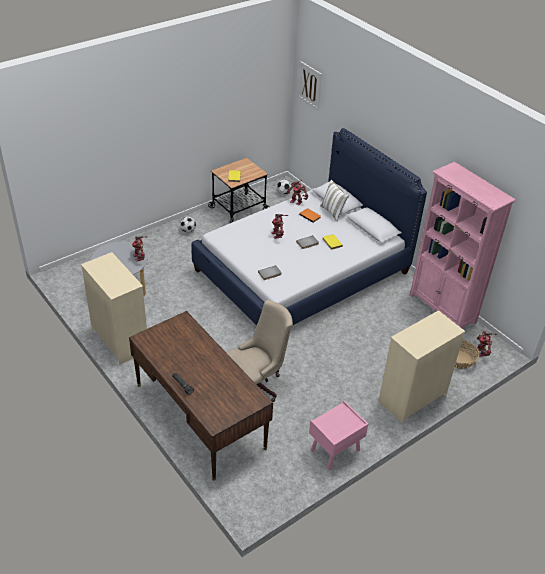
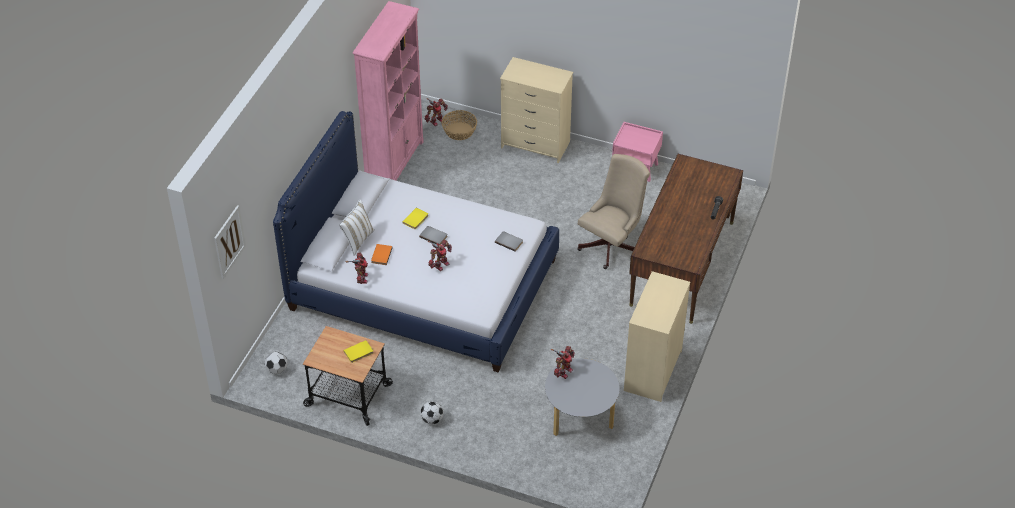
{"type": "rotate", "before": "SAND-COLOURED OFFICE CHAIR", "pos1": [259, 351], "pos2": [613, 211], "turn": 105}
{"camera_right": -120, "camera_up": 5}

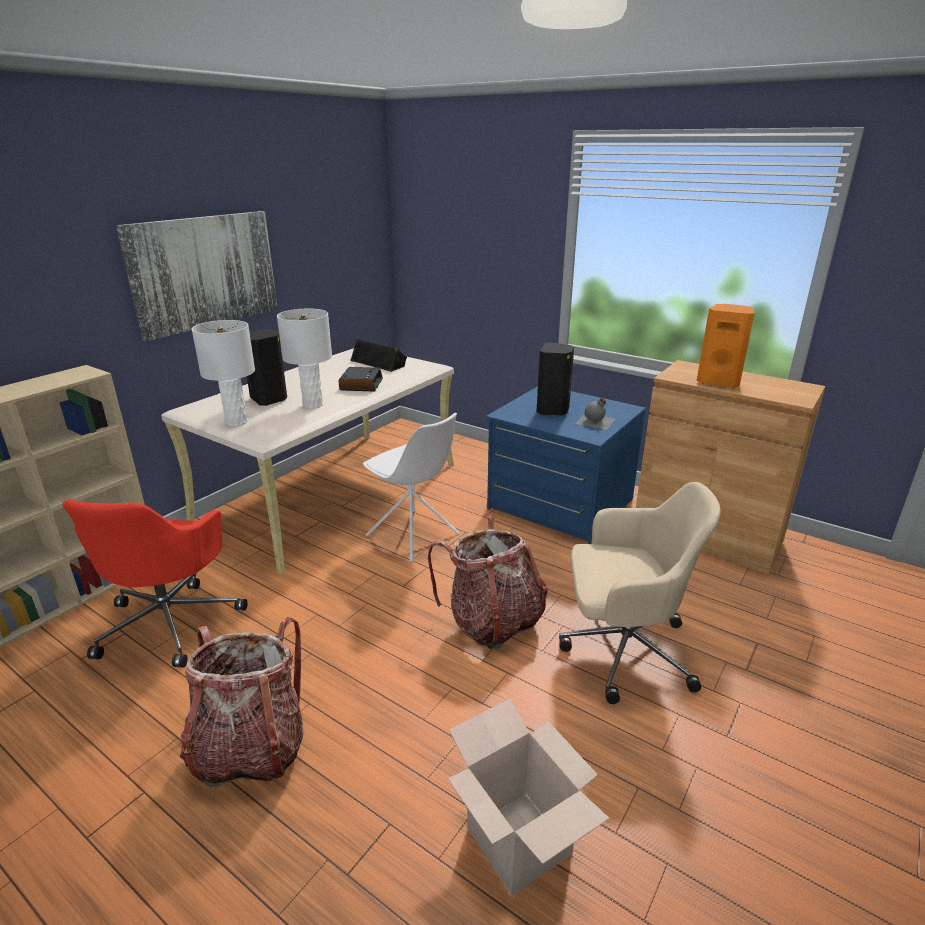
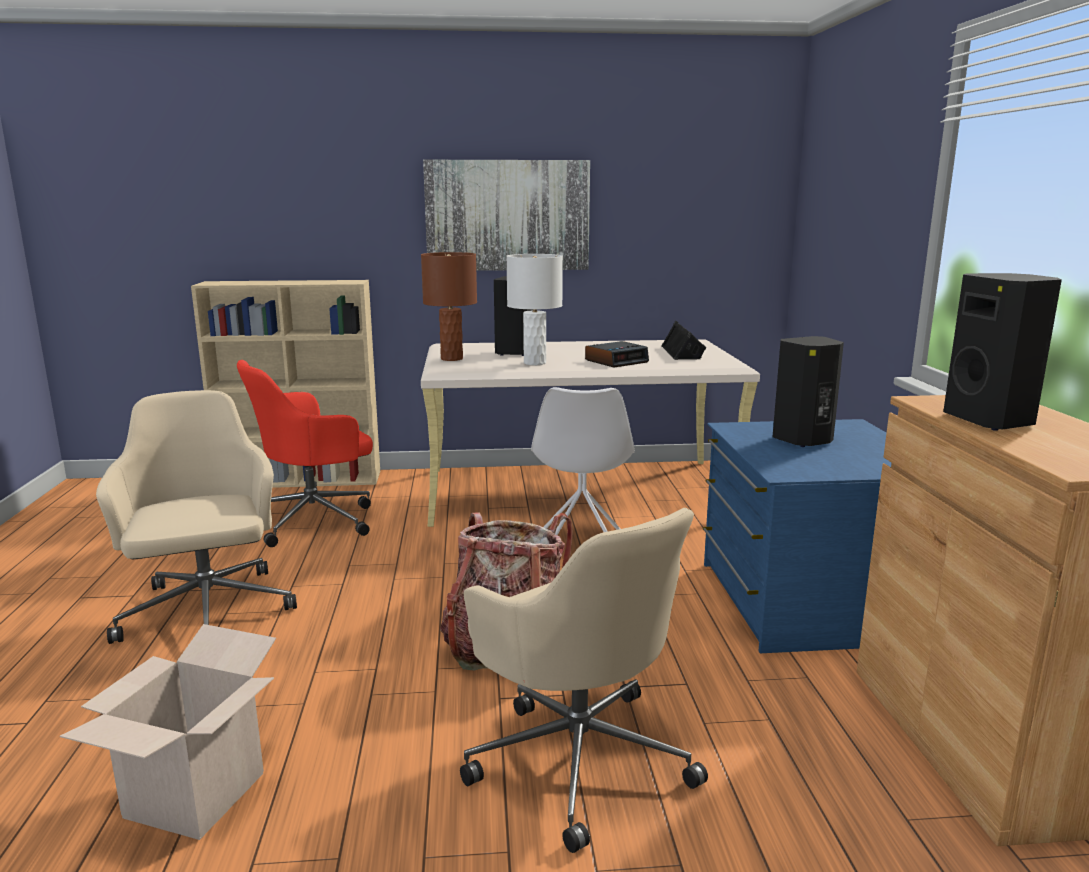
{"type": "replace", "before": "BACKPACK", "after": "SAND-COLOURED OFFICE CHAIR", "pos1": [241, 702], "pos2": [196, 517]}
{"type": "recolor", "before": "WHITE-COLOURED TABLETOP LAMP", "after": "BROWN TABLETOP LAMP", "pos1": [223, 373], "pos2": [449, 306]}
{"type": "recolor", "before": "ORANGEY LOUDSPEAKER", "after": "BLACKISH LOUDSPEAKER", "pos1": [726, 346], "pos2": [1002, 352]}
{"type": "delete", "before": "GREY BOTTLE", "pos1": [595, 414]}
{"camera_right": 50, "camera_up": -10}

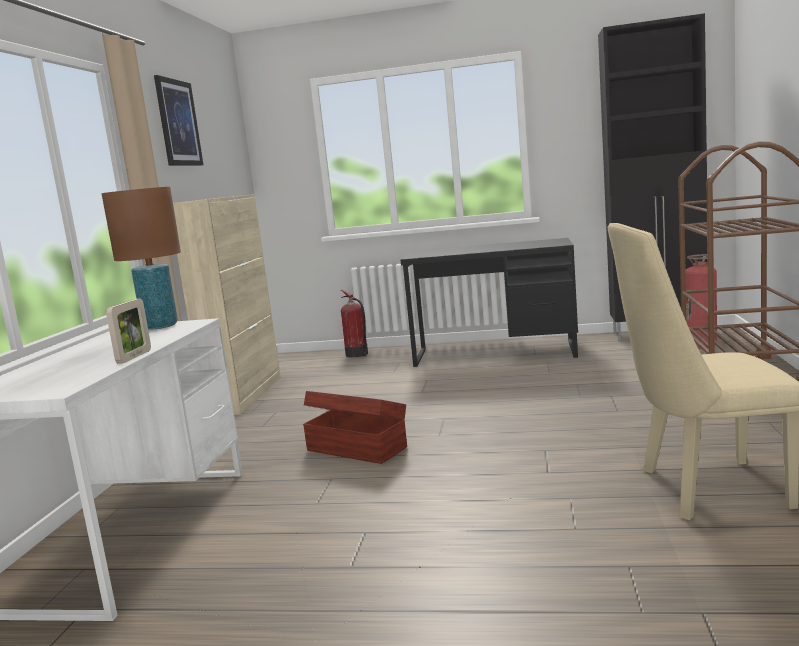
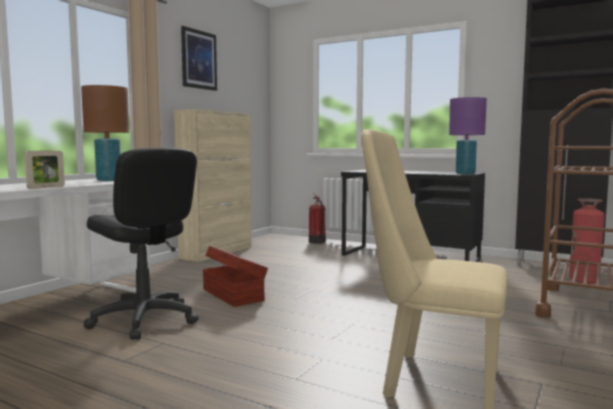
{"type": "insert", "after": "BLACKISH OFFICE CHAIR", "pos2": [141, 244]}
{"type": "insert", "after": "PURPLISH TABLETOP LAMP", "pos2": [468, 135]}
{"camera_right": 20, "camera_up": -5}

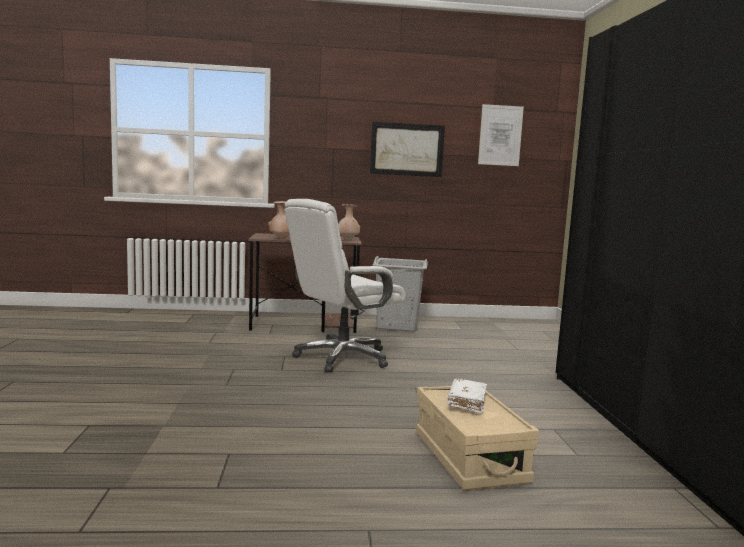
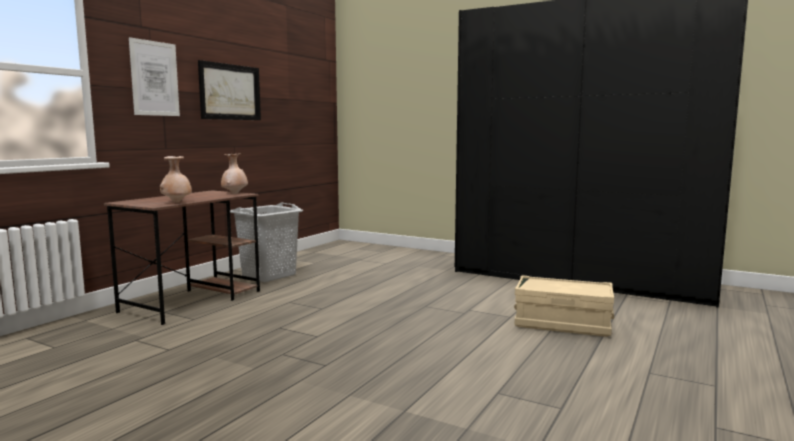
{"type": "move", "before": "WALL ART", "pos1": [501, 135], "pos2": [154, 76]}
{"type": "delete", "before": "WHITE-COLOURED OFFICE CHAIR", "pos1": [345, 286]}
{"type": "delete", "before": "WHITE-COLOURED BOOK", "pos1": [467, 396]}
{"camera_right": -55, "camera_up": 0}

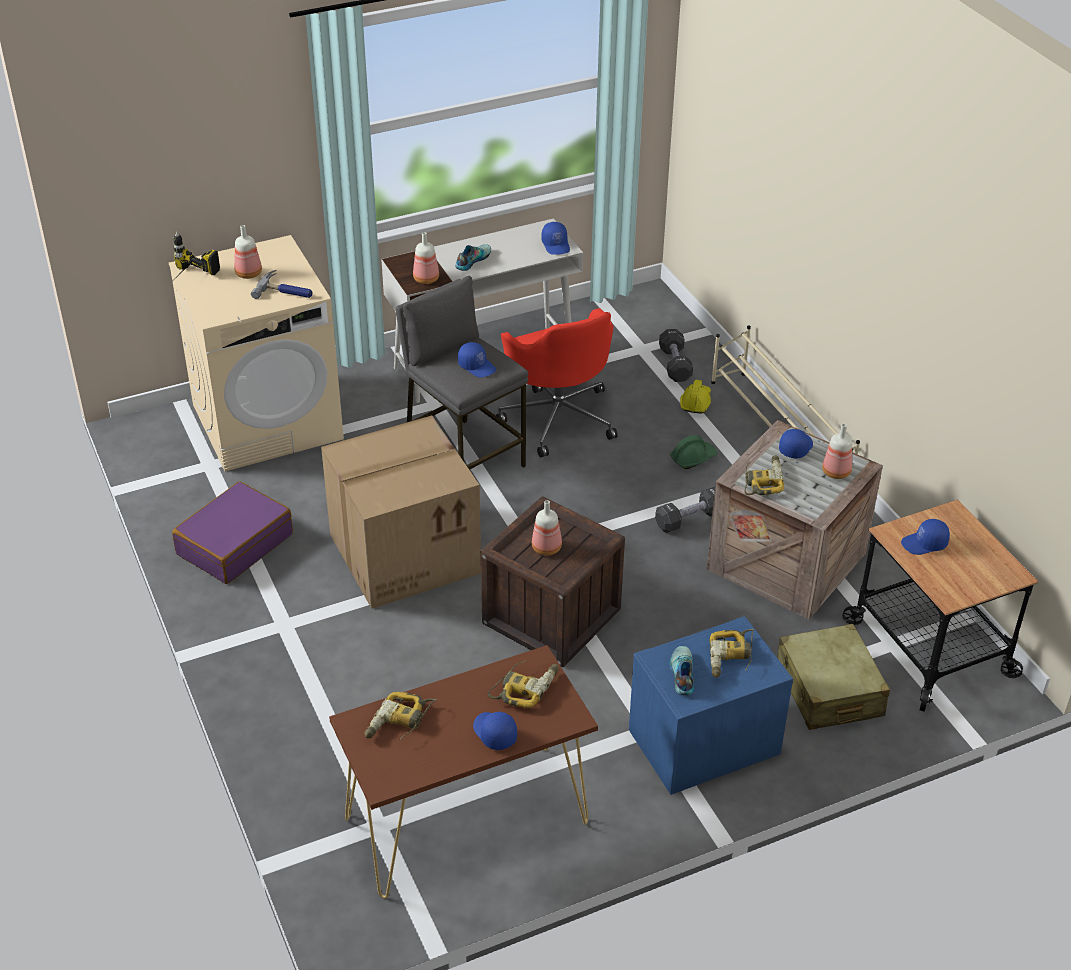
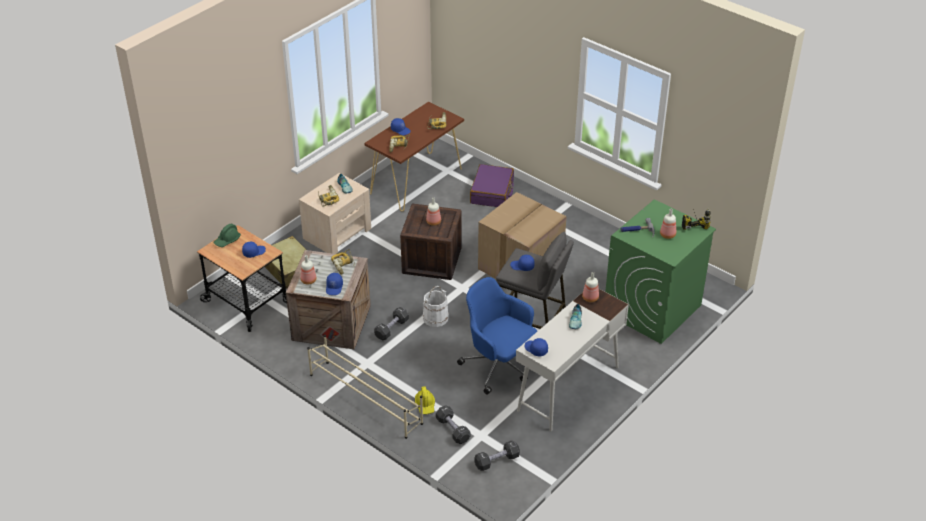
{"type": "move", "before": "GREEN WORK HELMET", "pos1": [694, 452], "pos2": [227, 235]}
{"type": "recolor", "before": "BLUISH NIGHTSTAND", "after": "SAND-COLOURED NIGHTSTAND", "pos1": [711, 706], "pos2": [335, 213]}
{"type": "insert", "after": "WHITE-COLOURED PAIL", "pos2": [436, 306]}
{"type": "recolor", "before": "RED-COLOURED OFFICE CHAIR", "after": "BLUISH OFFICE CHAIR", "pos1": [557, 383], "pos2": [497, 336]}
{"type": "move", "before": "PURPLISH TRAVEL CASE", "pos1": [232, 532], "pos2": [492, 185]}
{"type": "insert", "after": "BLACKISH HAND WEIGHT", "pos2": [497, 456]}
{"type": "recolor", "before": "SAND-COLOURED WASHING MACHINE", "after": "GREEN WASHING MACHINE", "pos1": [256, 353], "pos2": [660, 271]}
{"camera_right": 155, "camera_up": 0}

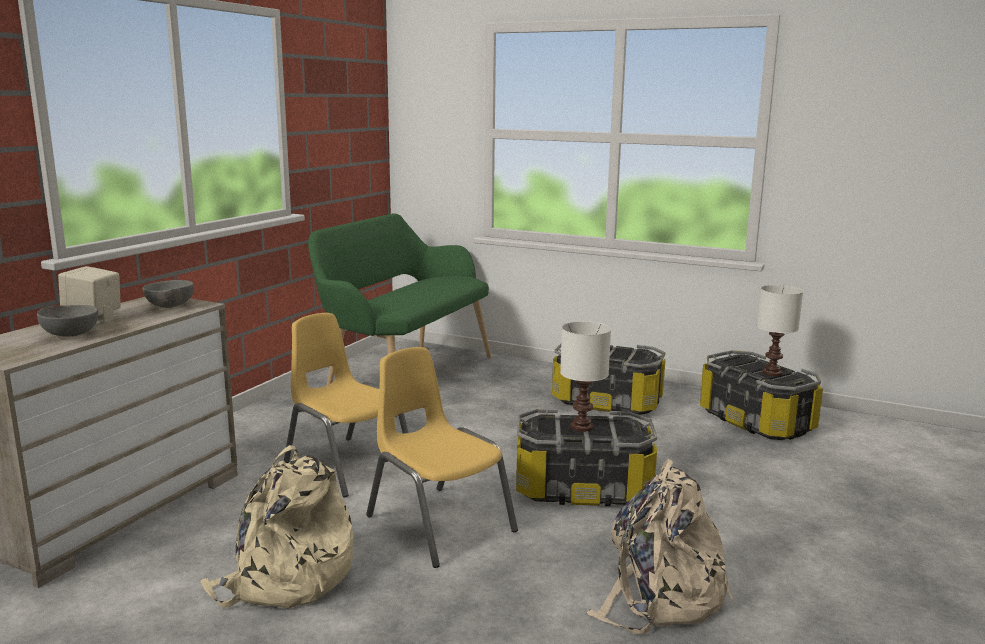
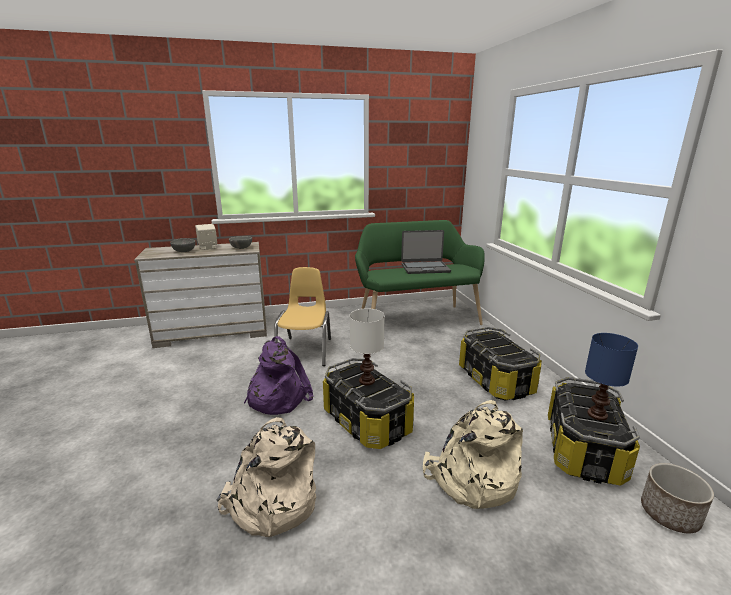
{"type": "replace", "before": "YELLOW PLAIN CHAIR", "after": "PURPLISH BACKPACK", "pos1": [442, 457], "pos2": [278, 375]}
{"type": "insert", "after": "LAPTOP", "pos2": [426, 252]}
{"type": "move", "before": "SAND-COLOURED BACKPACK", "pos1": [276, 527], "pos2": [473, 454]}
{"type": "recolor", "before": "WHITE-COLOURED TABLETOP LAMP", "after": "BLUISH TABLETOP LAMP", "pos1": [780, 330], "pos2": [611, 377]}
{"type": "insert", "after": "PLANT POT", "pos2": [677, 498]}
{"camera_right": 50, "camera_up": 5}

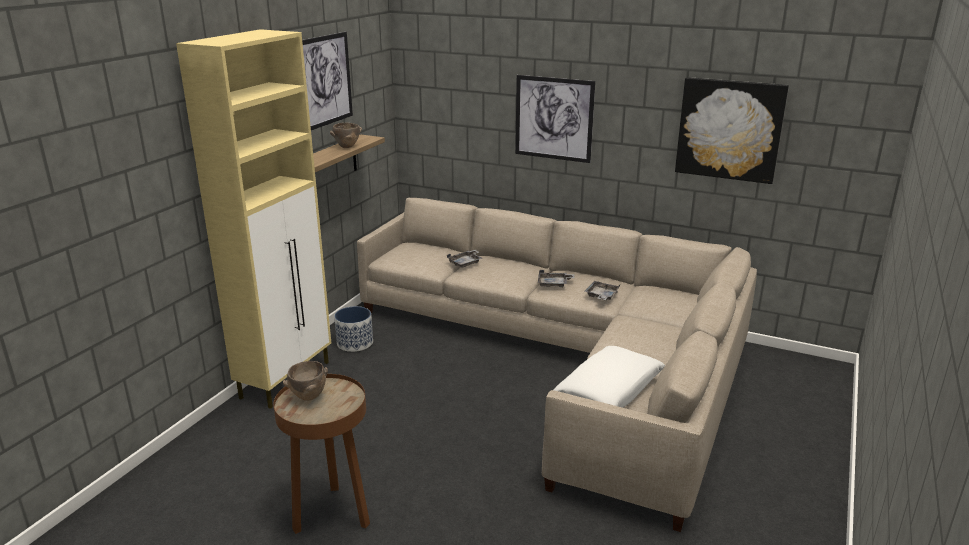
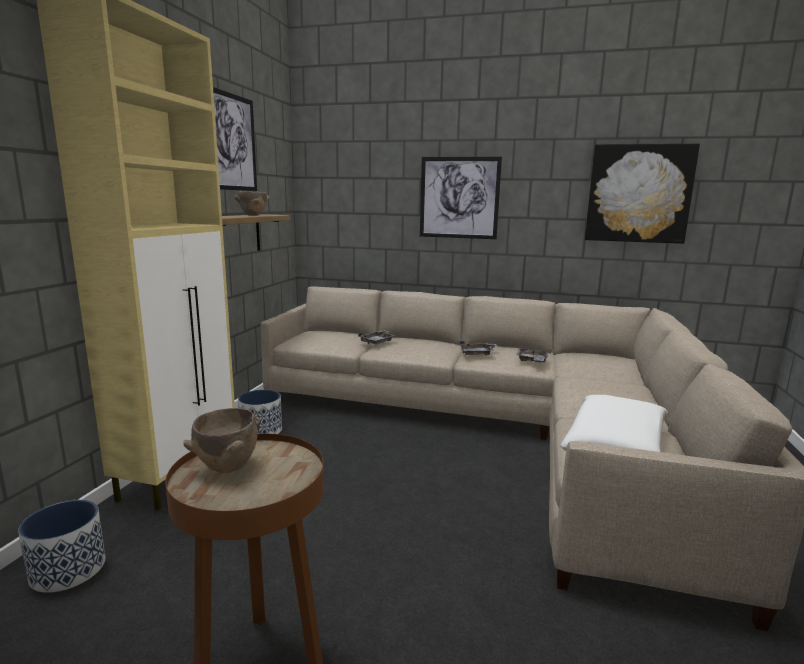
{"type": "insert", "after": "PLANT POT", "pos2": [62, 546]}
{"camera_right": -10, "camera_up": -10}

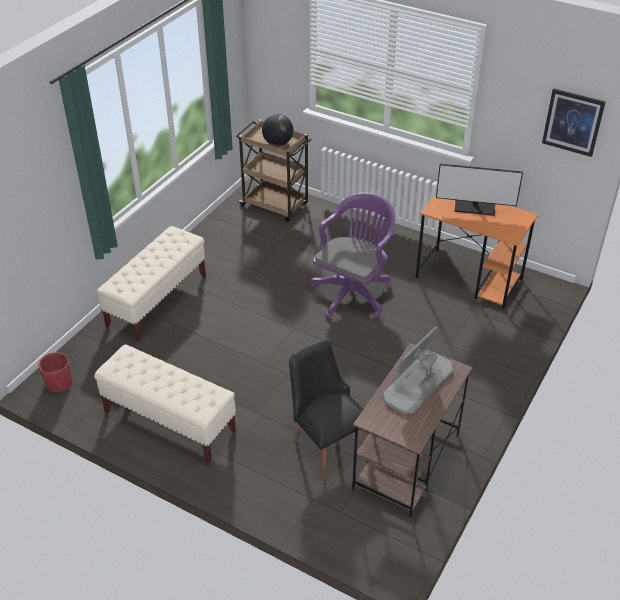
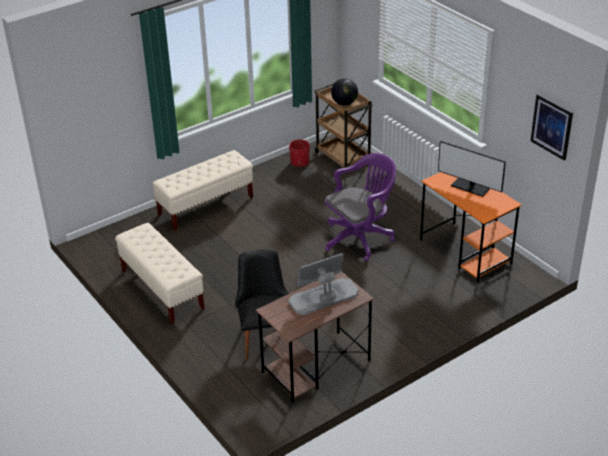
{"type": "move", "before": "RED-COLOURED PLANT POT", "pos1": [55, 372], "pos2": [299, 153]}
{"camera_right": 25, "camera_up": -5}

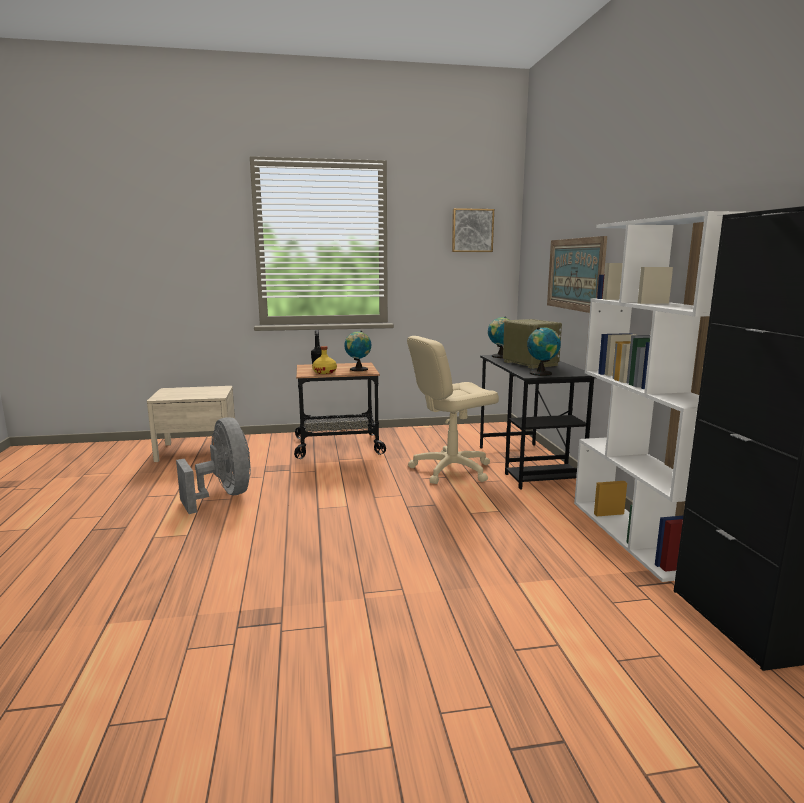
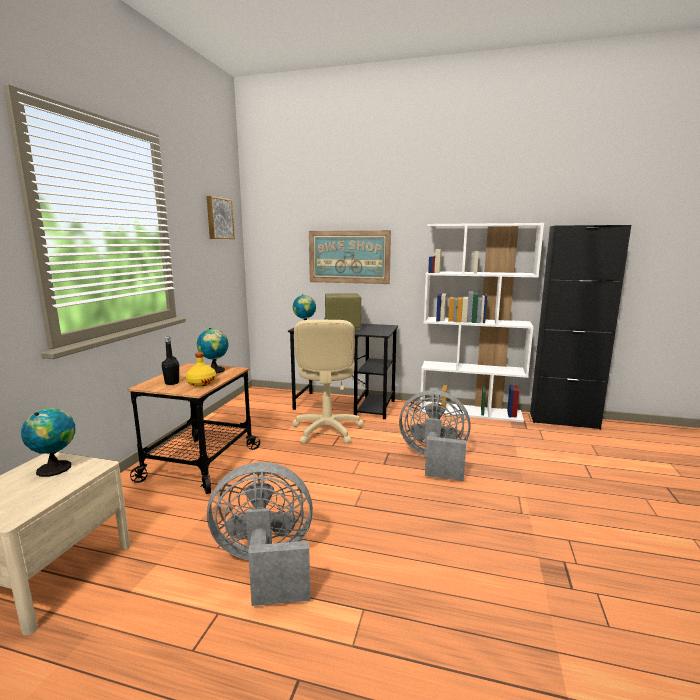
{"type": "move", "before": "DESK GLOBE", "pos1": [544, 351], "pos2": [48, 442]}
{"type": "insert", "after": "GREY FAN", "pos2": [435, 435]}
{"camera_right": -65, "camera_up": 0}

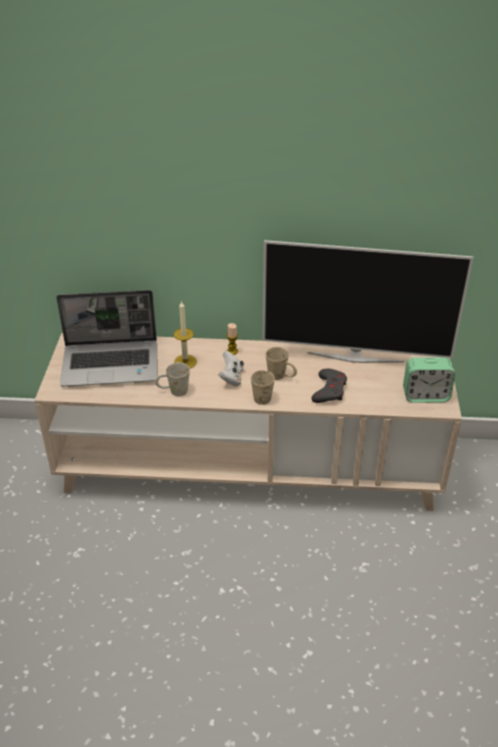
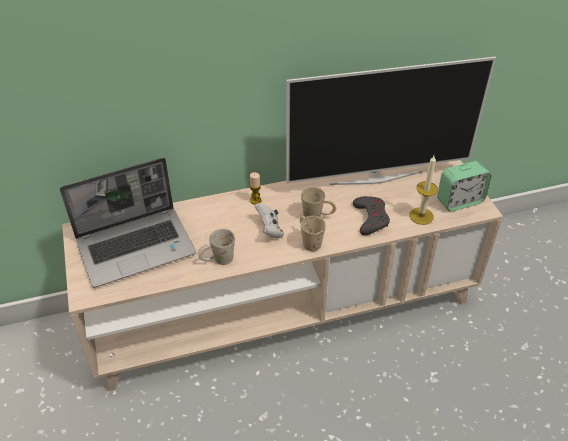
{"type": "move", "before": "CANDLE", "pos1": [185, 334], "pos2": [423, 190]}
{"camera_right": -20, "camera_up": 5}

